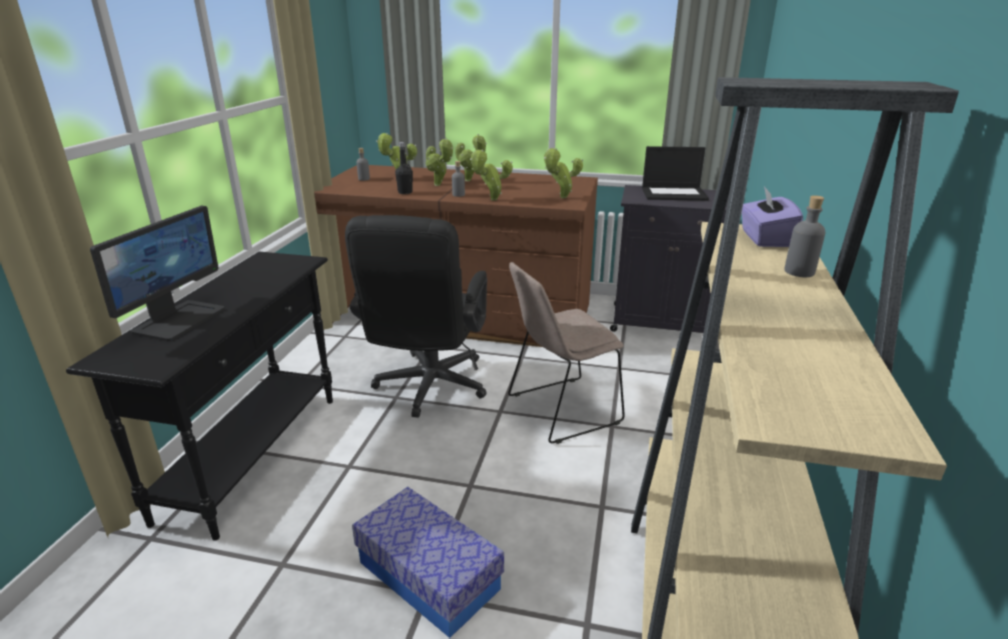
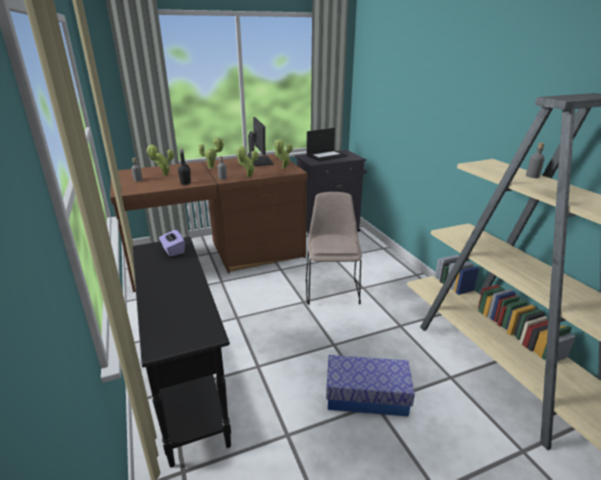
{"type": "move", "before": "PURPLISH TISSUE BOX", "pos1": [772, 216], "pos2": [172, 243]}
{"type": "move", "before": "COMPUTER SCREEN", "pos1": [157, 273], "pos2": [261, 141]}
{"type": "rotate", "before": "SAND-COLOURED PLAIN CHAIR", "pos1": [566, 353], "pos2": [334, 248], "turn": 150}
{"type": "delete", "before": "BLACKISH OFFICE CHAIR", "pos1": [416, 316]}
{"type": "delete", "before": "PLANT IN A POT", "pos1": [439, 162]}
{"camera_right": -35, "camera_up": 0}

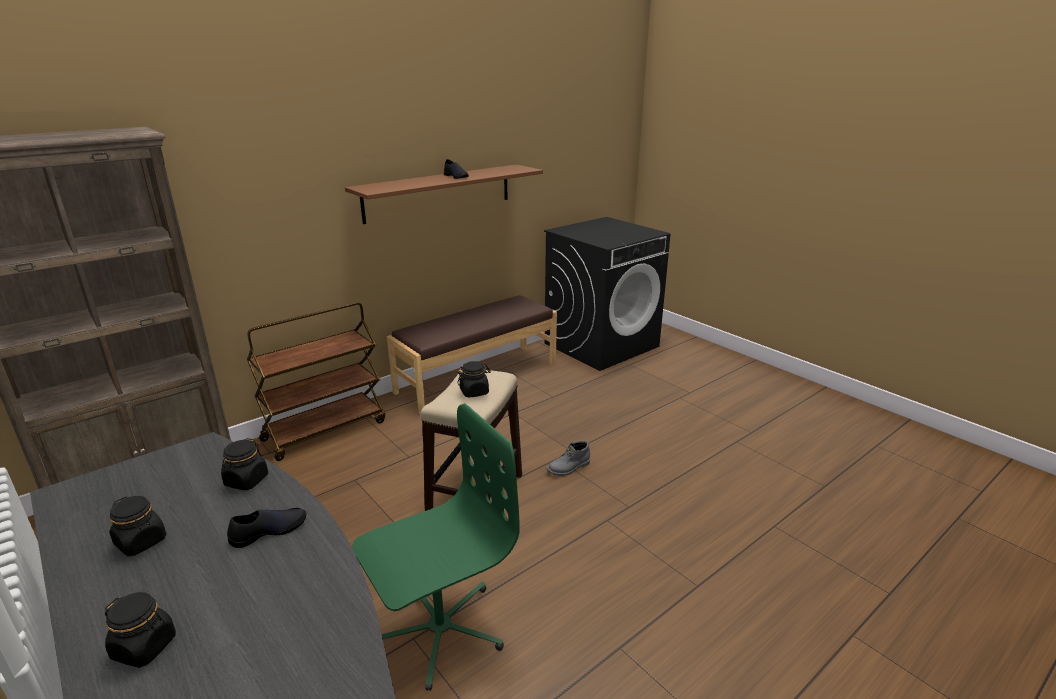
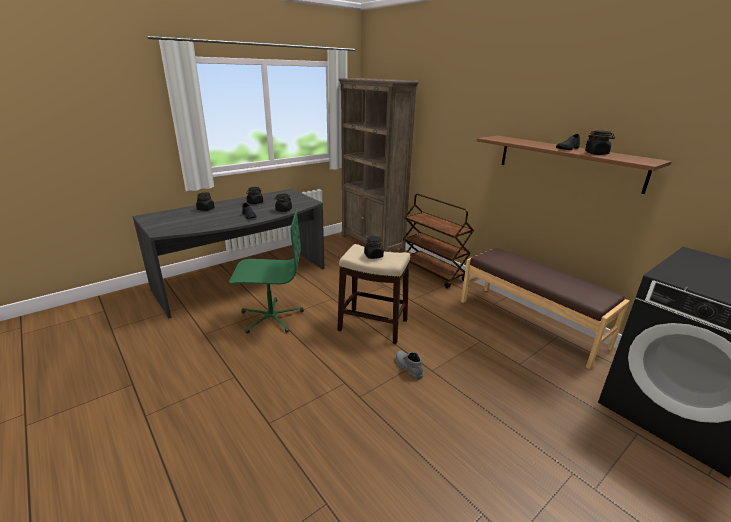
{"type": "rotate", "before": "GREEN OFFICE CHAIR", "pos1": [436, 547], "pos2": [266, 271], "turn": -60}
{"type": "insert", "after": "BLACKISH STORAGE JAR", "pos2": [600, 142]}
{"camera_right": 90, "camera_up": 0}

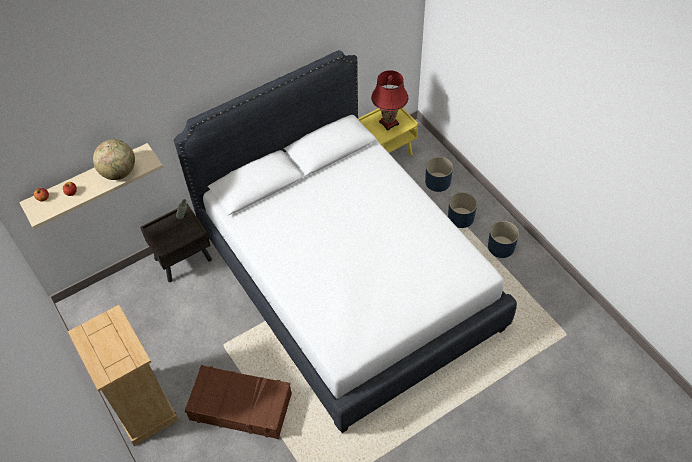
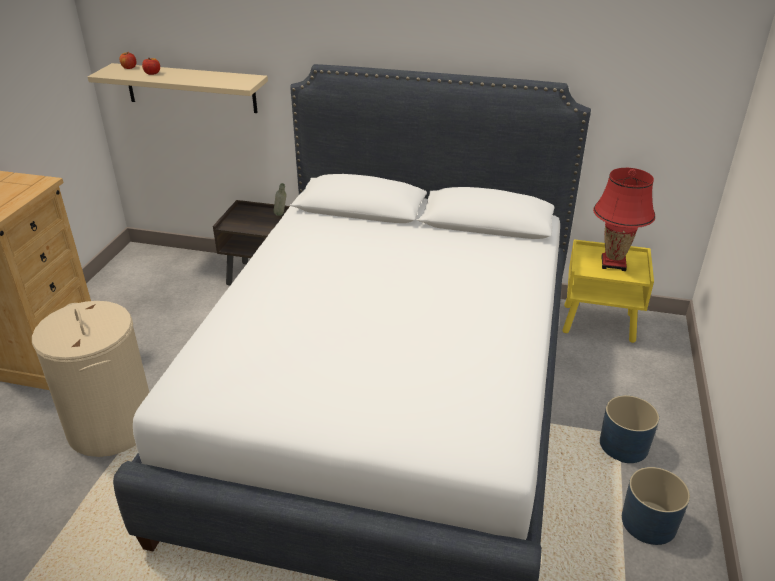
{"type": "replace", "before": "BROWN TRAVEL CASE", "after": "SAND-COLOURED HAMPER", "pos1": [238, 402], "pos2": [90, 379]}
{"type": "delete", "before": "DESK GLOBE", "pos1": [114, 159]}
{"type": "delete", "before": "BLUISH PLANT POT", "pos1": [439, 174]}
{"camera_right": 45, "camera_up": -20}

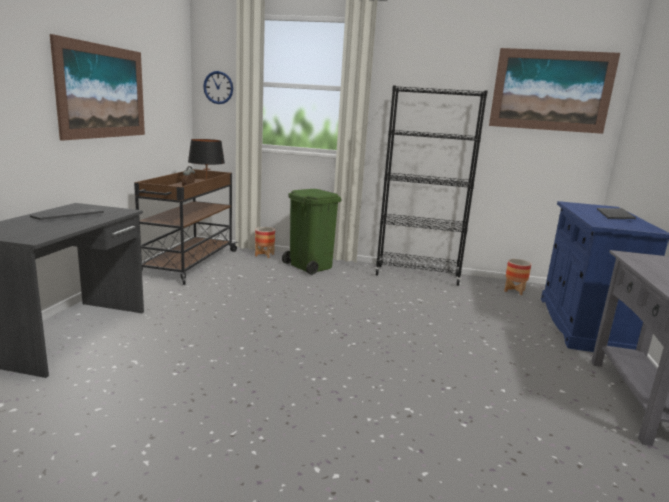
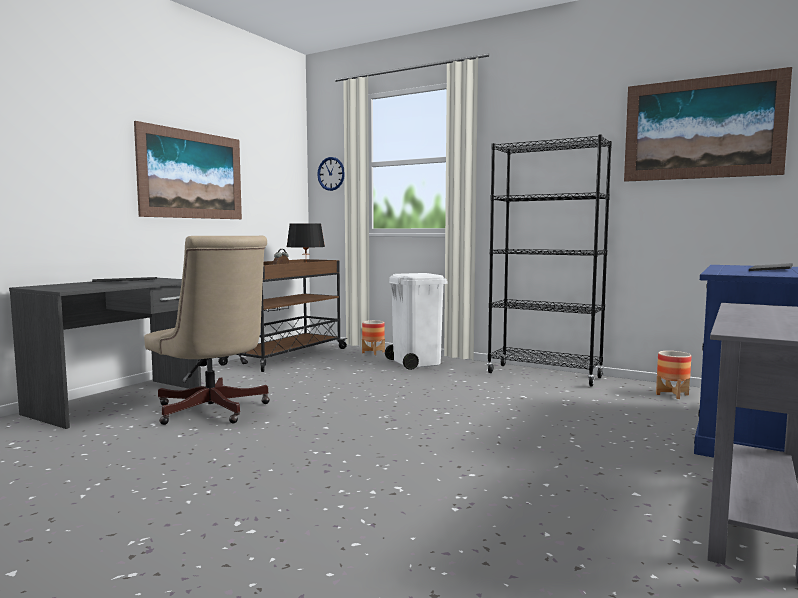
{"type": "insert", "after": "SAND-COLOURED OFFICE CHAIR", "pos2": [207, 330]}
{"type": "recolor", "before": "GREEN RUBBISH BIN", "after": "WHITE-COLOURED RUBBISH BIN", "pos1": [312, 232], "pos2": [416, 321]}
{"camera_right": 20, "camera_up": -10}

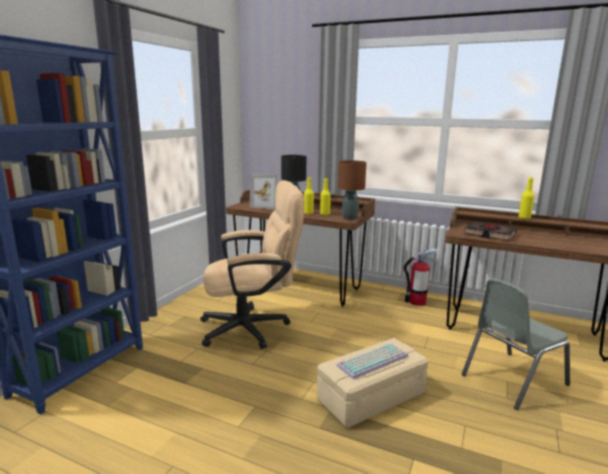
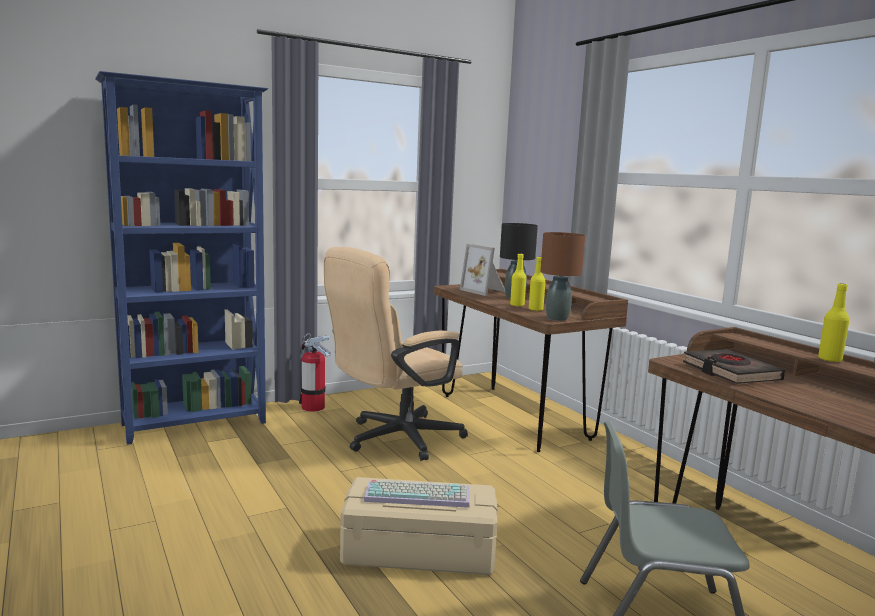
{"type": "move", "before": "EXTINGUISHER", "pos1": [421, 277], "pos2": [315, 372]}
{"type": "rotate", "before": "SAND-COLOURED OFFICE CHAIR", "pos1": [252, 264], "pos2": [396, 354], "turn": 120}
{"camera_right": 35, "camera_up": -5}

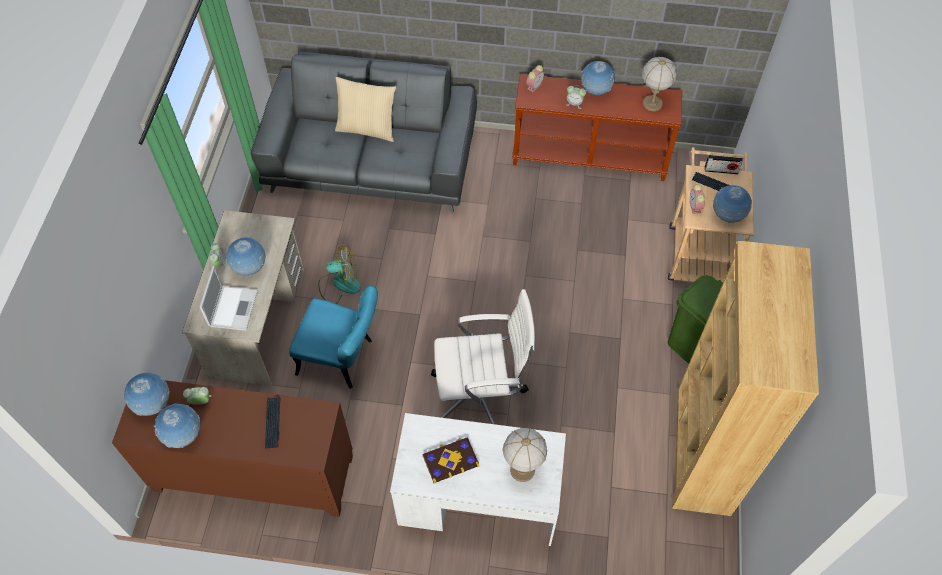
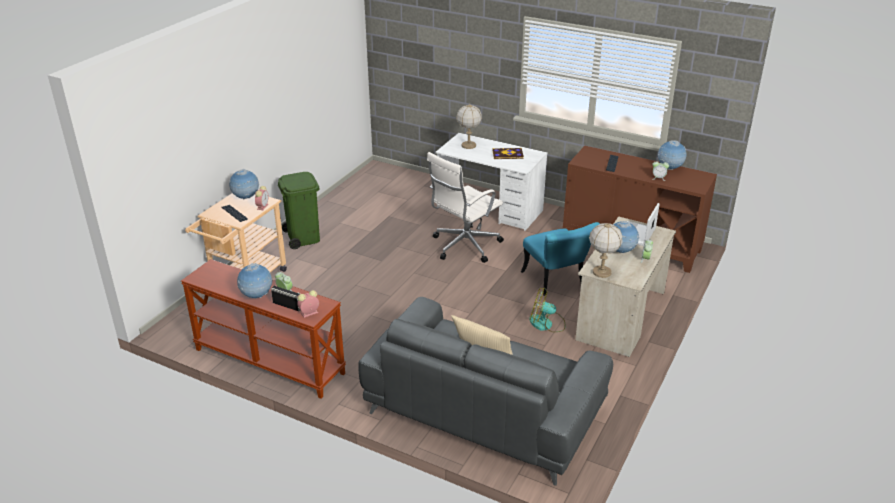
{"type": "move", "before": "RADIO SET", "pos1": [724, 164], "pos2": [286, 298]}
{"type": "rotate", "before": "WHITE-COLOURED OFFICE CHAIR", "pos1": [483, 356], "pos2": [465, 207], "turn": -60}
{"type": "rotate", "before": "TURQUOISE-COLOURED PLAIN CHAIR", "pos1": [333, 337], "pos2": [560, 259], "turn": -150}
{"type": "move", "before": "TABLETOP LAMP", "pos1": [659, 84], "pos2": [605, 250]}
{"type": "delete", "before": "DESK GLOBE", "pos1": [147, 394]}
{"type": "delete", "before": "BROWN BOOKCASE", "pos1": [745, 378]}
{"camera_right": -160, "camera_up": -25}

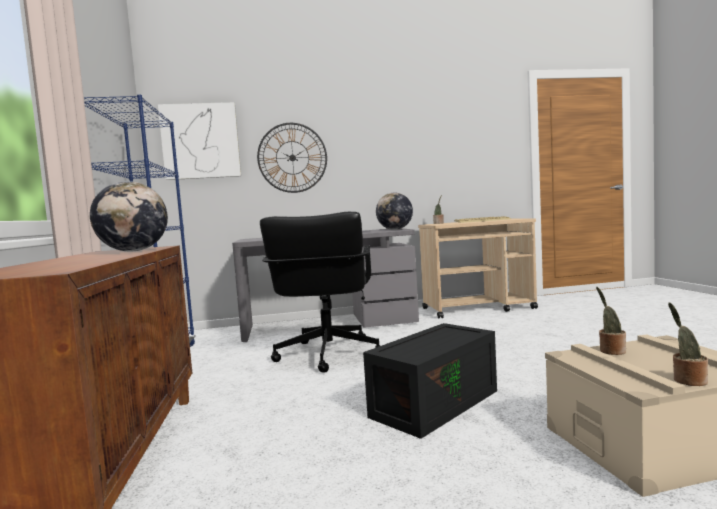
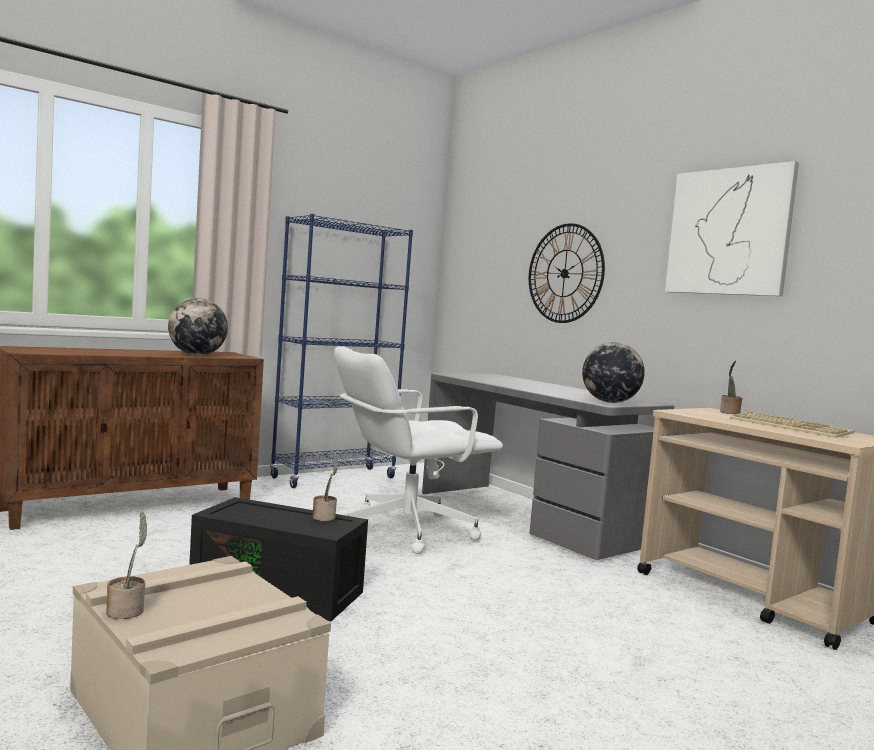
{"type": "move", "before": "PLANT IN A POT", "pos1": [611, 321], "pos2": [325, 487]}
{"type": "recolor", "before": "BLACKISH OFFICE CHAIR", "after": "WHITE-COLOURED OFFICE CHAIR", "pos1": [320, 292], "pos2": [418, 450]}
{"type": "move", "before": "WALL ART", "pos1": [199, 141], "pos2": [732, 228]}
{"camera_right": 60, "camera_up": 0}

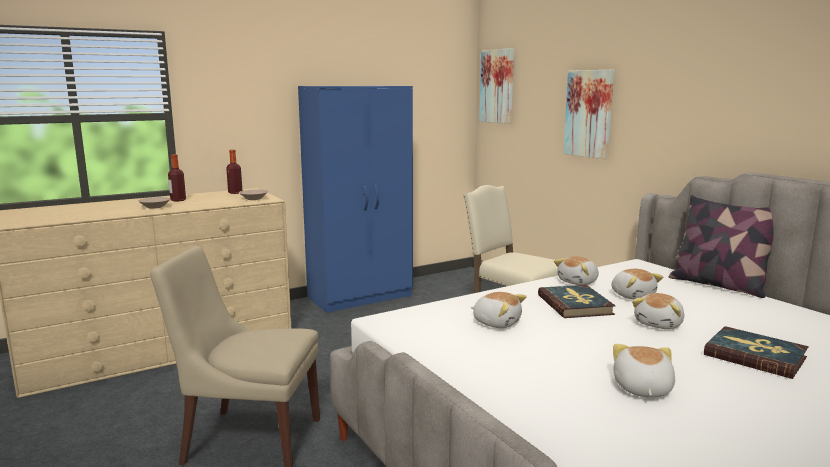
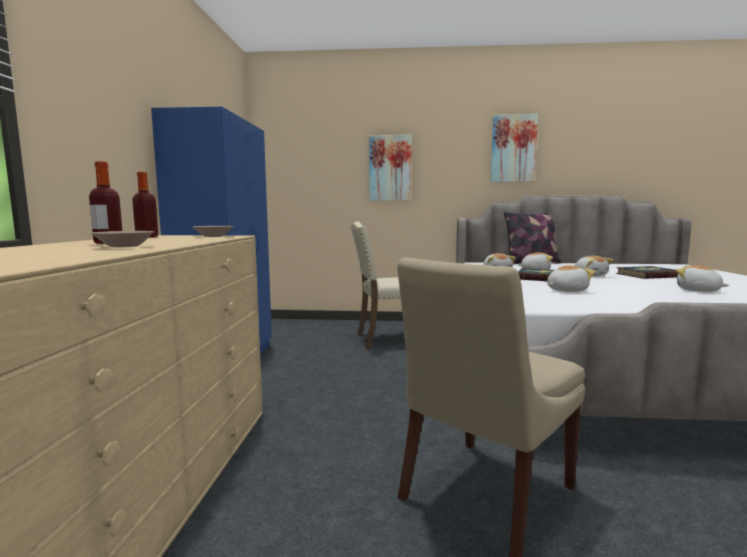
{"type": "move", "before": "WALL ART", "pos1": [496, 86], "pos2": [514, 148]}
{"camera_right": -55, "camera_up": -5}

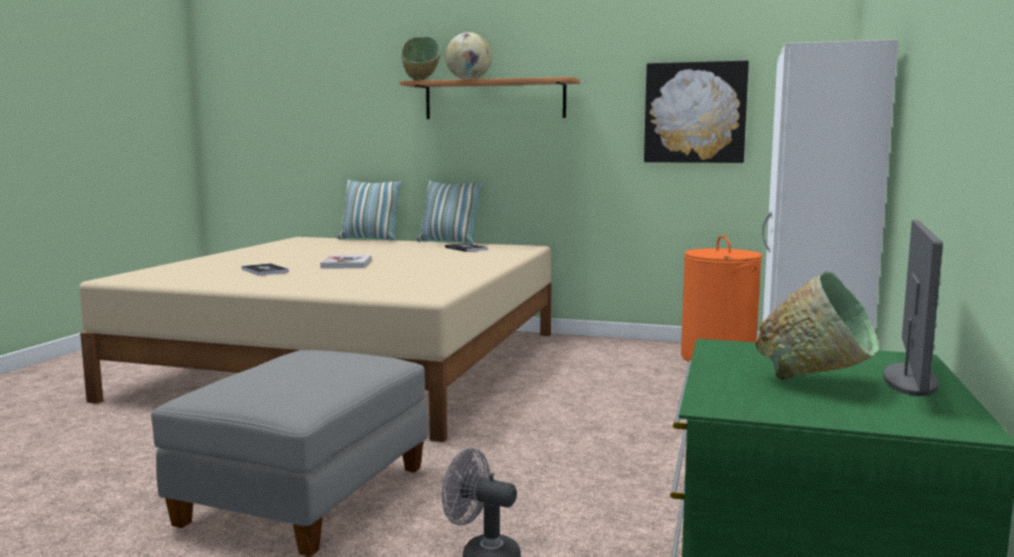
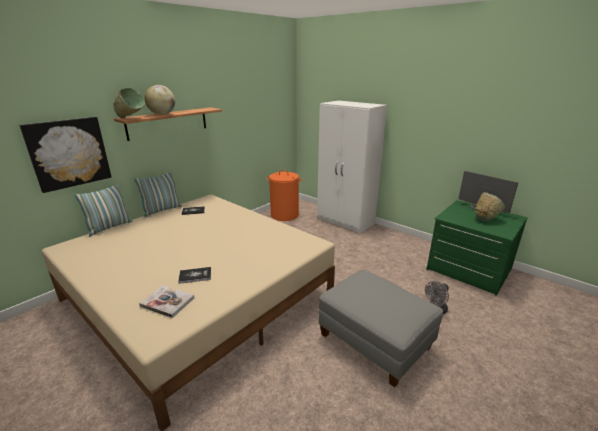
{"type": "move", "before": "WALL ART", "pos1": [696, 112], "pos2": [65, 155]}
{"type": "move", "before": "BOOK", "pos1": [345, 261], "pos2": [167, 301]}
{"camera_right": -65, "camera_up": 15}

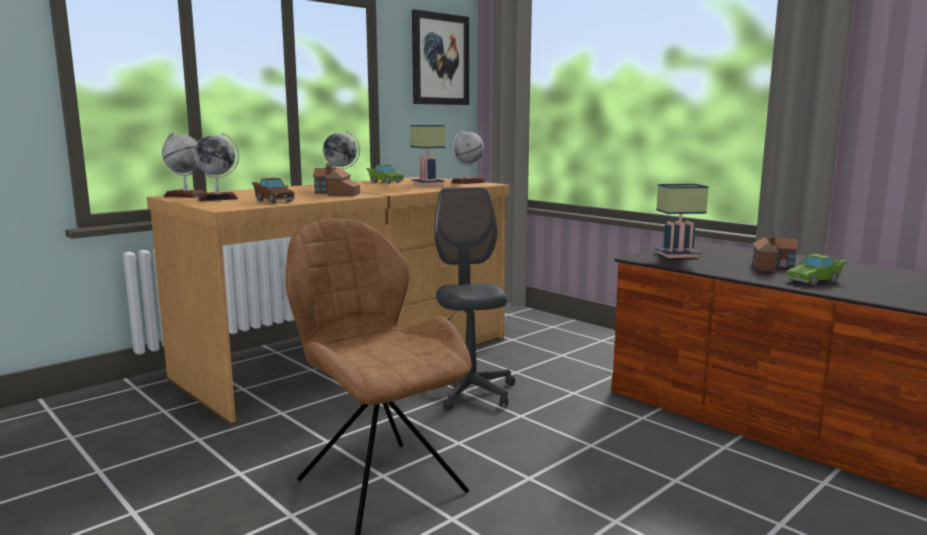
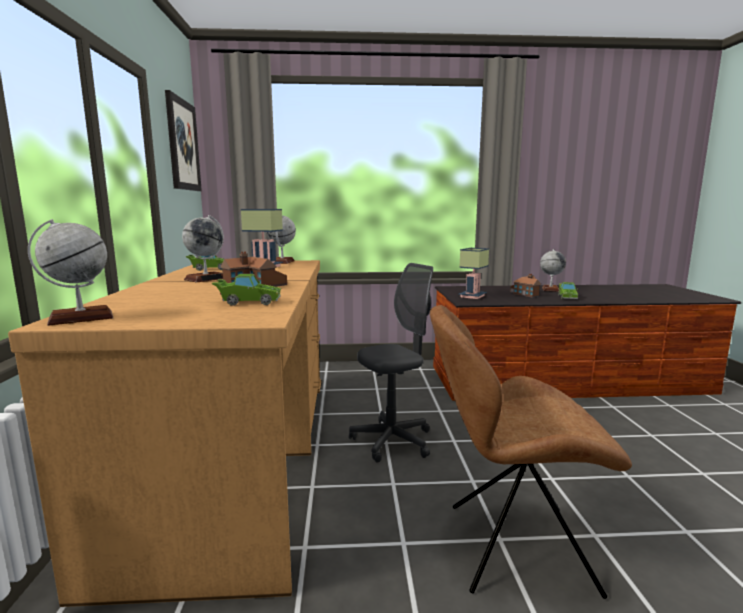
{"type": "recolor", "before": "BROWN TOY CAR", "after": "GREEN TOY CAR", "pos1": [273, 190], "pos2": [246, 290]}
{"type": "rotate", "before": "GREY OFFICE CHAIR", "pos1": [470, 299], "pos2": [391, 363], "turn": 120}
{"type": "move", "before": "DESK GLOBE", "pos1": [216, 166], "pos2": [553, 270]}
{"camera_right": -50, "camera_up": 0}

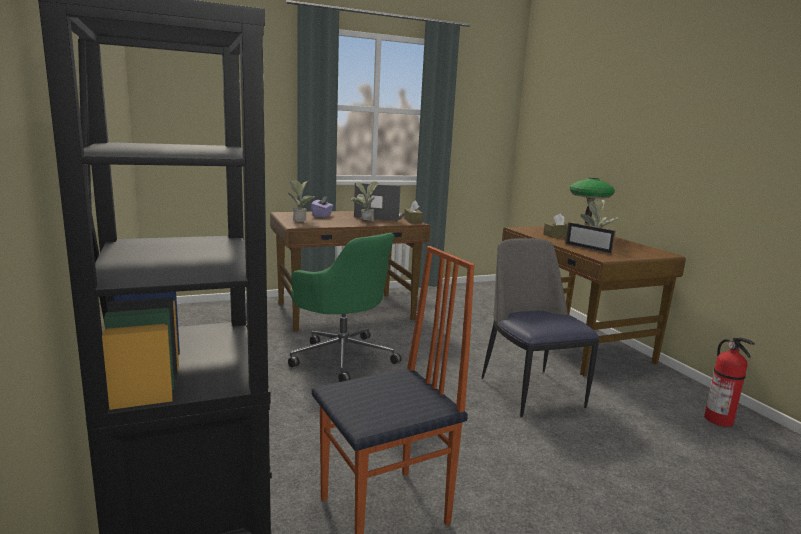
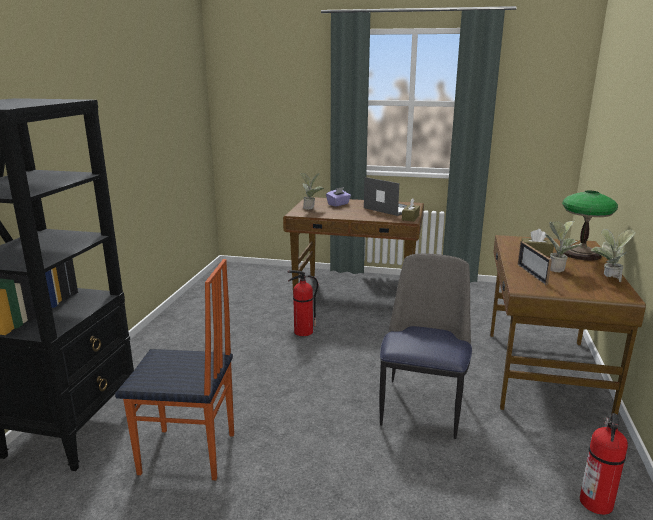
{"type": "replace", "before": "GREEN OFFICE CHAIR", "after": "EXTINGUISHER", "pos1": [345, 307], "pos2": [303, 303]}
{"type": "move", "before": "PLANT IN A POT", "pos1": [364, 201], "pos2": [613, 255]}
{"camera_right": 35, "camera_up": 5}

